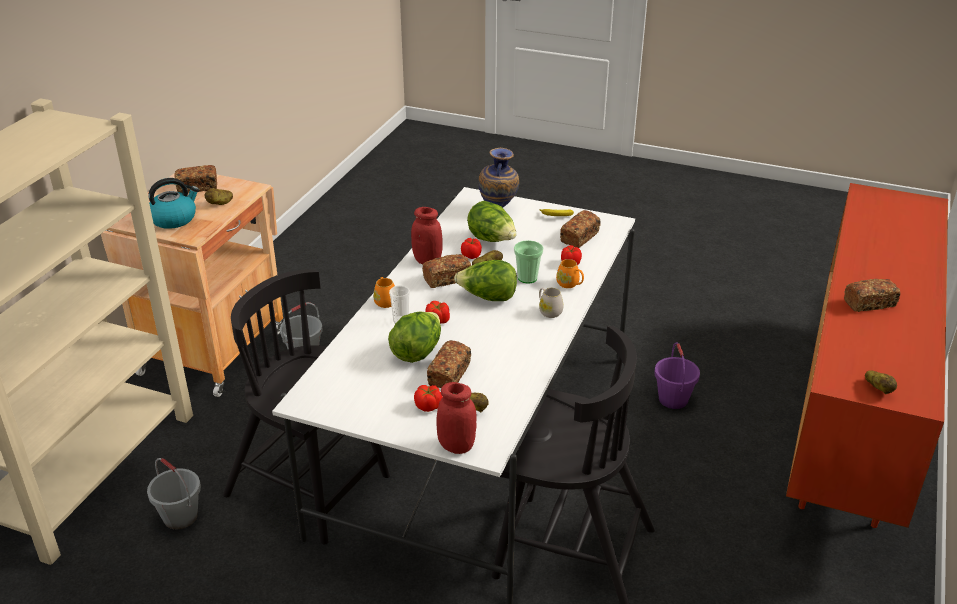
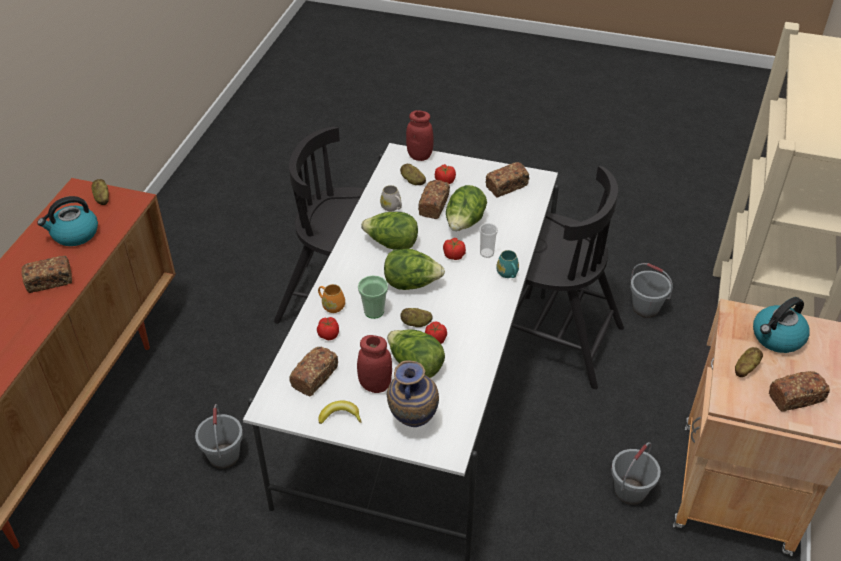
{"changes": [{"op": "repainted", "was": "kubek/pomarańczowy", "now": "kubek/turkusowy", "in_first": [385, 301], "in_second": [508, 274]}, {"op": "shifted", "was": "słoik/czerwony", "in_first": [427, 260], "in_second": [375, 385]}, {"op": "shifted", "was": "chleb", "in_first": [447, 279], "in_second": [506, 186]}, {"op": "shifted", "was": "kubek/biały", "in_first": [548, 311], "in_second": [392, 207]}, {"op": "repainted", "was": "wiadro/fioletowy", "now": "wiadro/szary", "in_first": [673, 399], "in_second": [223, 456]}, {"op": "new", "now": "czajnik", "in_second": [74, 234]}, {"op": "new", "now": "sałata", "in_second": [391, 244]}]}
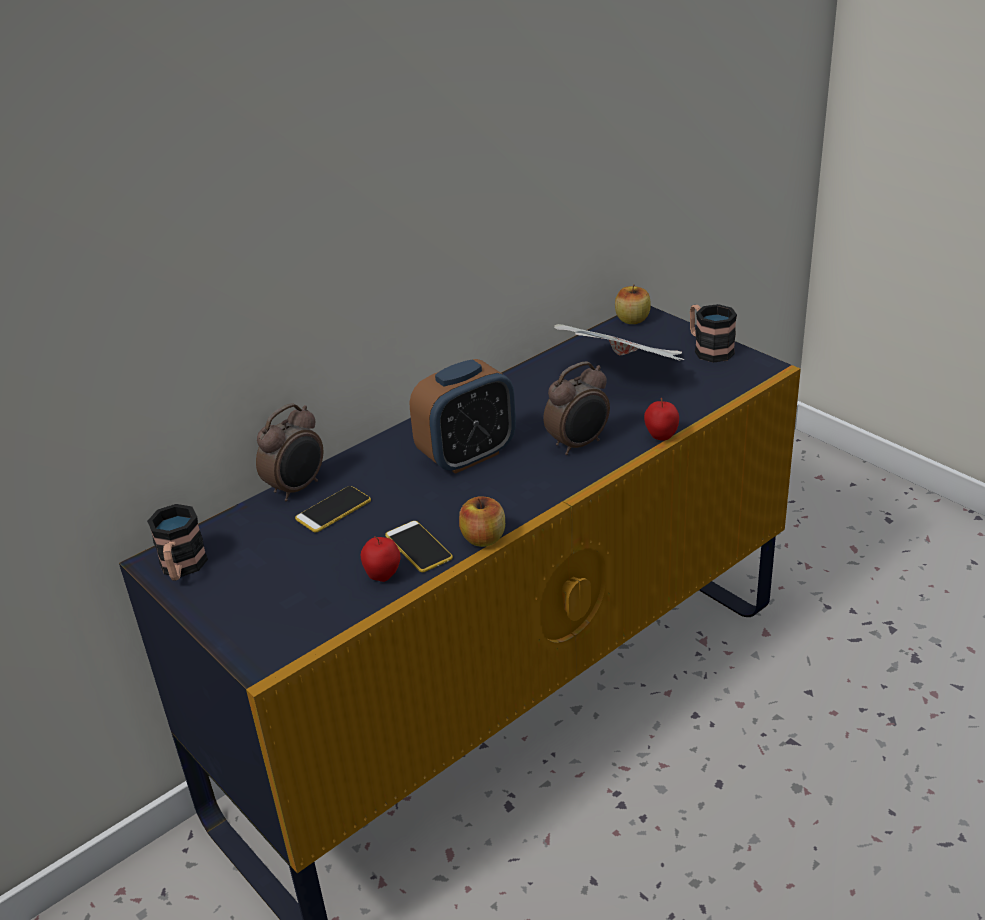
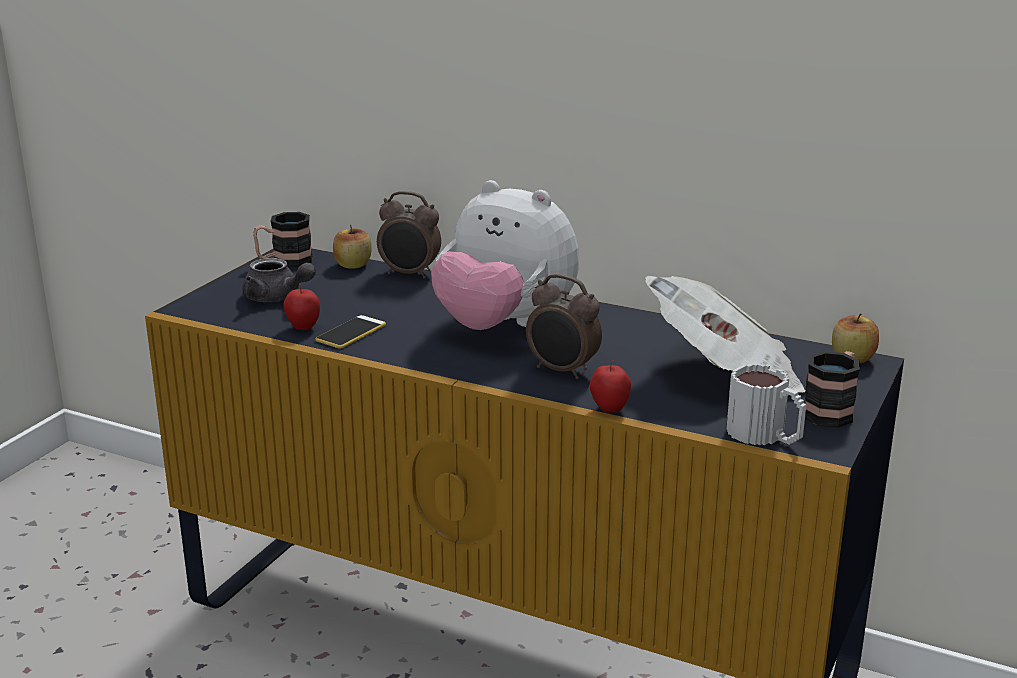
{"changes": [{"op": "gone", "was": "telefon", "in_first": [333, 510]}, {"op": "swapped", "was": "budzik", "now": "pluszak", "in_first": [467, 456], "in_second": [504, 326]}, {"op": "shifted", "was": "jabłko", "in_first": [483, 538], "in_second": [353, 265]}, {"op": "new", "now": "imbryk/szary", "in_second": [277, 298]}, {"op": "new", "now": "kubek", "in_second": [765, 436]}]}
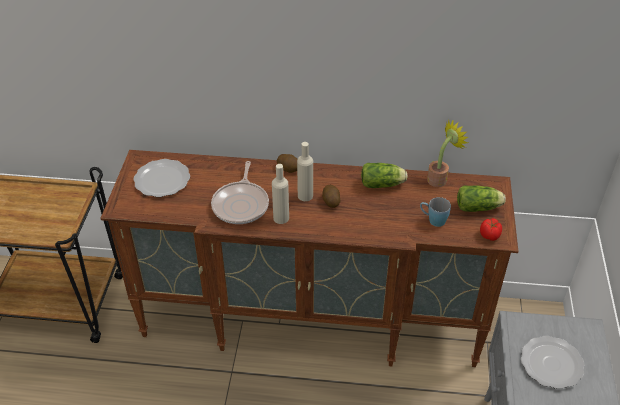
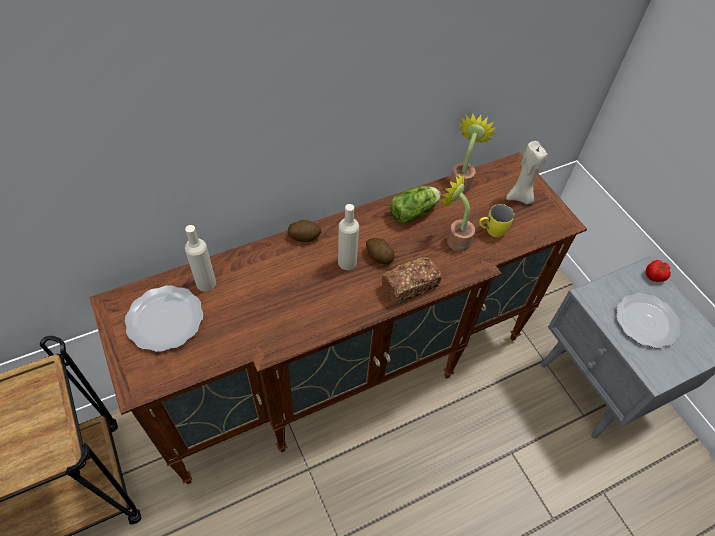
{"changes": [{"op": "gone", "was": "patelnia", "in_first": [241, 204]}, {"op": "shifted", "was": "butelka/beżowy", "in_first": [281, 218], "in_second": [206, 283]}, {"op": "repainted", "was": "kubek/niebieski", "now": "kubek/żółty", "in_first": [433, 220], "in_second": [491, 231]}, {"op": "swapped", "was": "sałata", "now": "świeca/beżowy", "in_first": [479, 207], "in_second": [520, 197]}, {"op": "shifted", "was": "pomidor", "in_first": [490, 236], "in_second": [654, 276]}, {"op": "new", "now": "chleb", "in_second": [409, 286]}, {"op": "new", "now": "roślina doniczkowa", "in_second": [454, 239]}]}
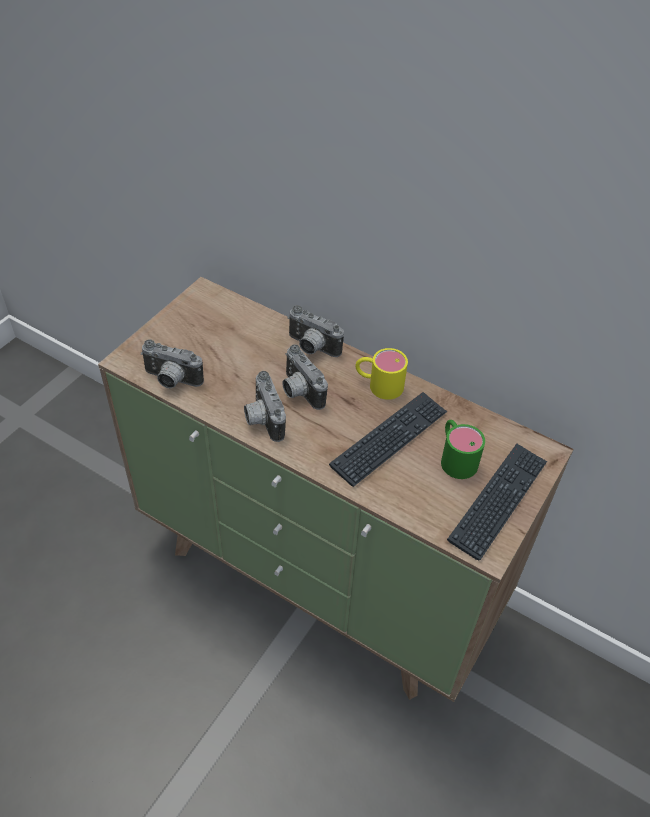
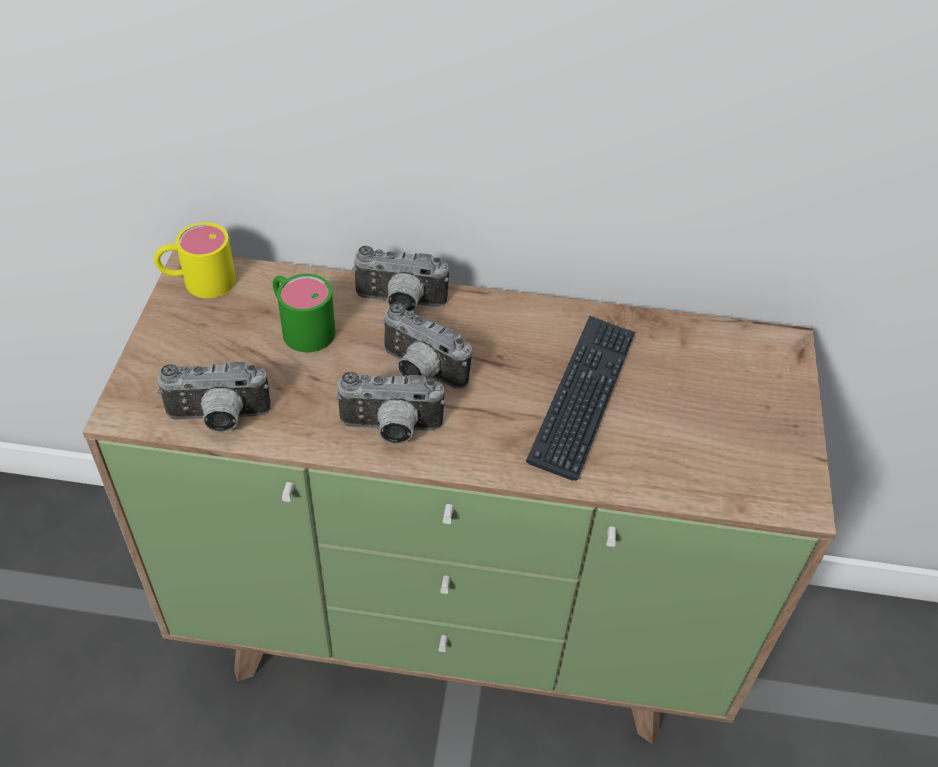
{"changes": [{"op": "rotated", "was": "aparat fotograficzny", "in_first": [262, 419], "in_second": [390, 430], "clockwise": -45}, {"op": "shifted", "was": "kubek/żółty", "in_first": [378, 384], "in_second": [198, 281]}, {"op": "shifted", "was": "kubek/zielony", "in_first": [455, 457], "in_second": [301, 326]}, {"op": "gone", "was": "klawiatura", "in_first": [498, 501]}]}
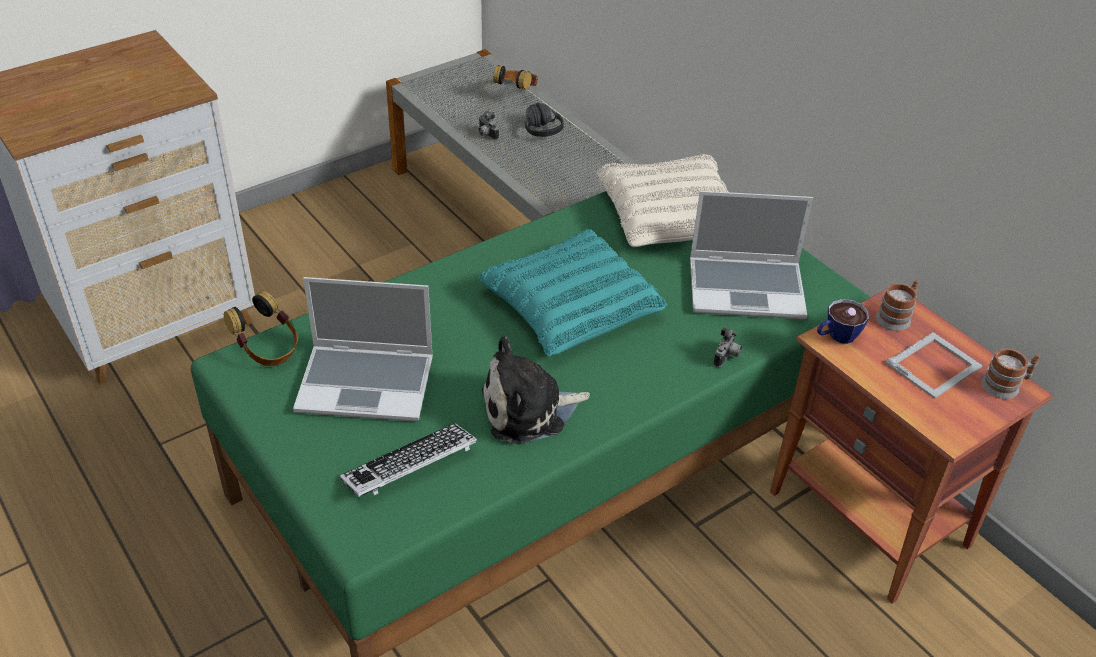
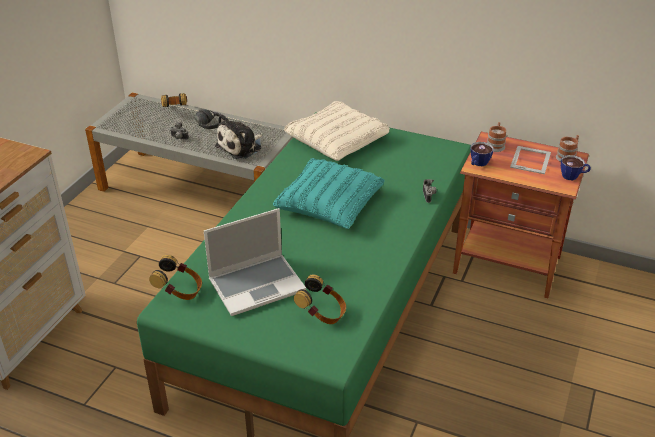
{"changes": [{"op": "swapped", "was": "klawiatura", "now": "słuchawki", "in_first": [410, 466], "in_second": [322, 314]}, {"op": "shifted", "was": "pluszak", "in_first": [529, 410], "in_second": [241, 147]}, {"op": "gone", "was": "laptop", "in_first": [747, 289]}, {"op": "new", "now": "filiżanka", "in_second": [573, 176]}]}
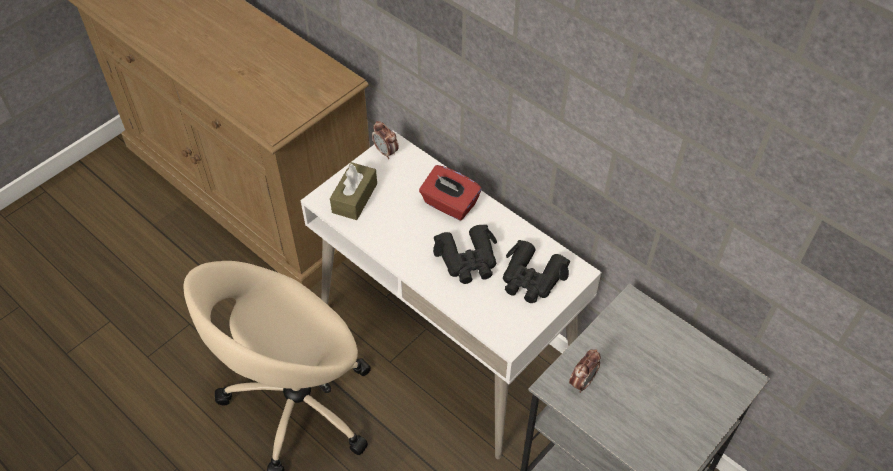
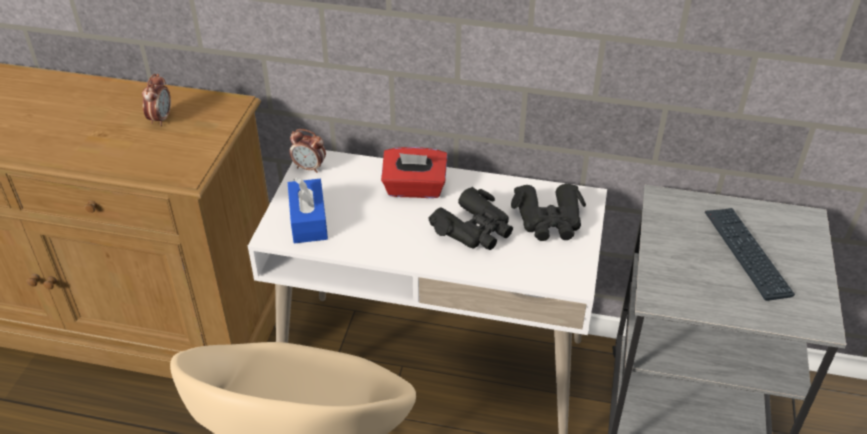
{"changes": [{"op": "repainted", "was": "pudełko chusteczek/brązowy", "now": "pudełko chusteczek/niebieski", "in_first": [354, 198], "in_second": [308, 220]}, {"op": "shifted", "was": "budzik", "in_first": [582, 381], "in_second": [161, 119]}, {"op": "new", "now": "klawiatura", "in_second": [746, 254]}]}
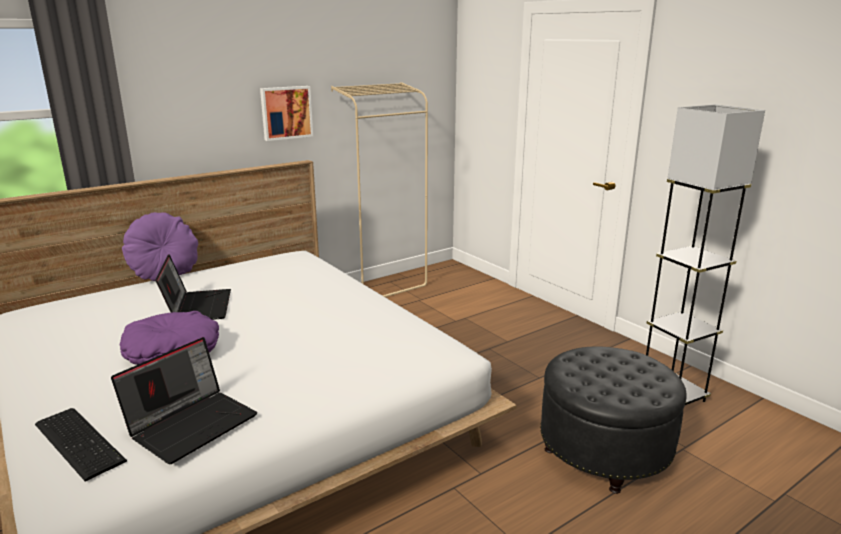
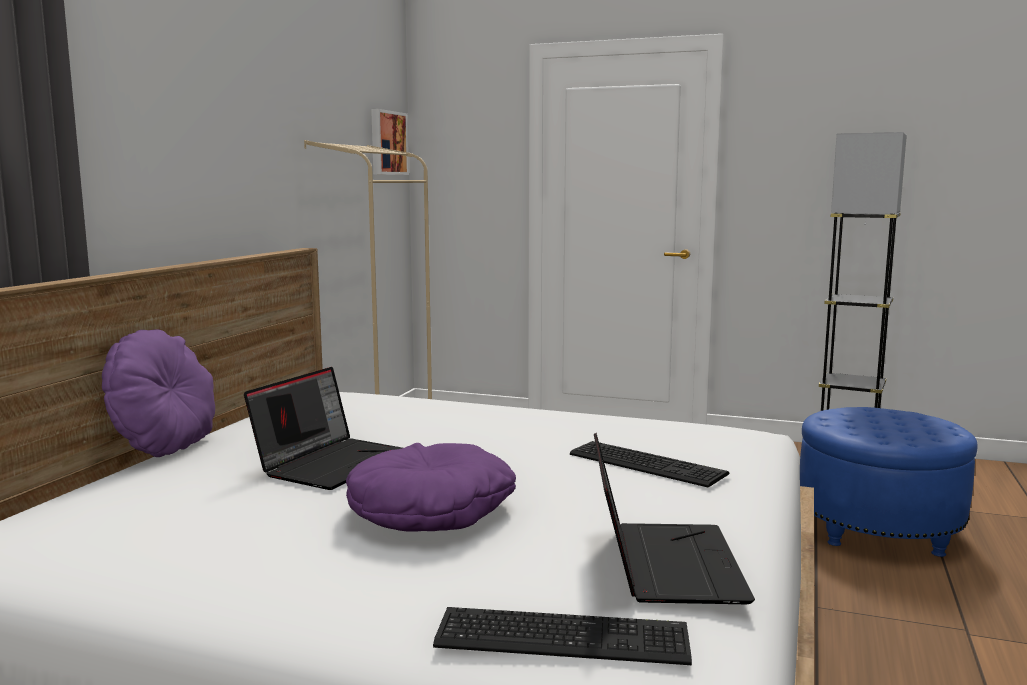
{"changes": [{"op": "rotated", "was": "laptop", "in_first": [198, 306], "in_second": [332, 463], "clockwise": 75}, {"op": "shifted", "was": "obraz", "in_first": [286, 112], "in_second": [387, 143]}, {"op": "repainted", "was": "pufa/czarny", "now": "pufa/niebieski", "in_first": [604, 452], "in_second": [878, 529]}, {"op": "new", "now": "klawiatura", "in_second": [646, 463]}]}
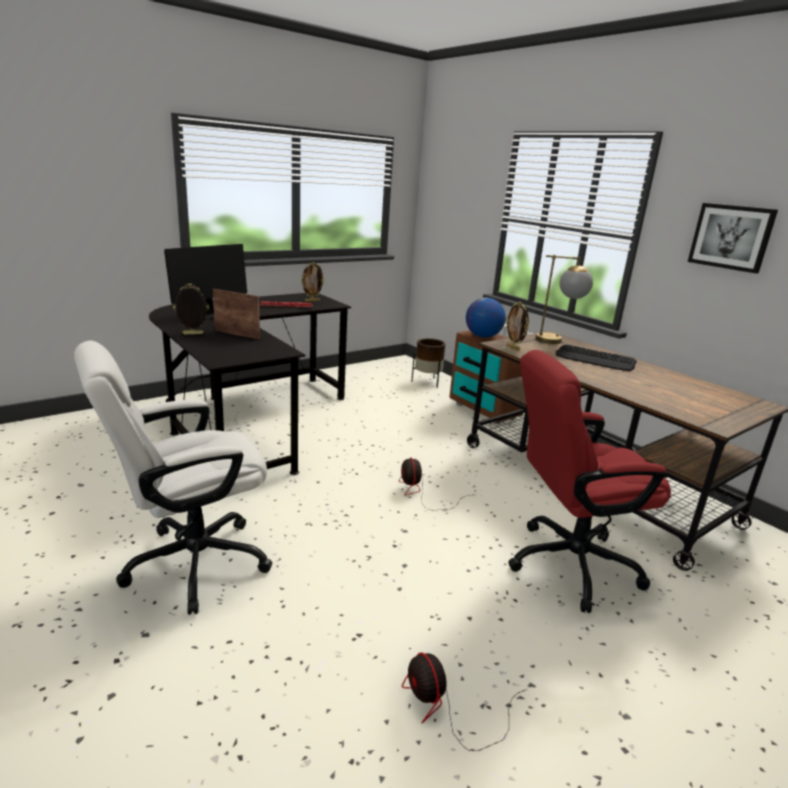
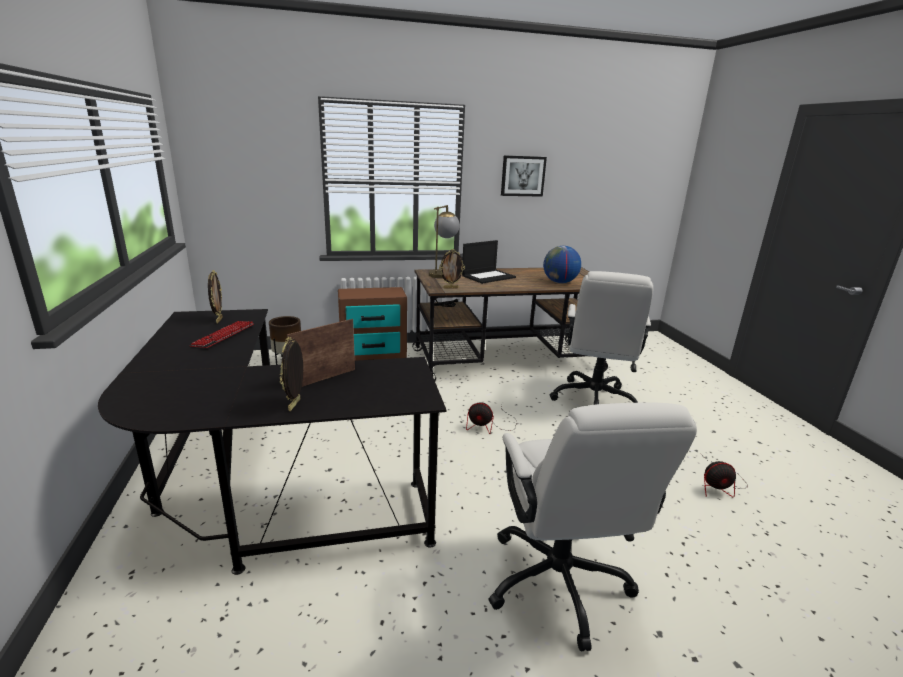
{"changes": [{"op": "gone", "was": "monitor", "in_first": [208, 315]}, {"op": "shifted", "was": "globus", "in_first": [482, 336], "in_second": [559, 282]}, {"op": "repainted", "was": "krzesło biurowe/czerwony", "now": "krzesło biurowe/biały", "in_first": [566, 566], "in_second": [594, 402]}, {"op": "swapped", "was": "klawiatura", "now": "laptop", "in_first": [595, 359], "in_second": [488, 276]}]}
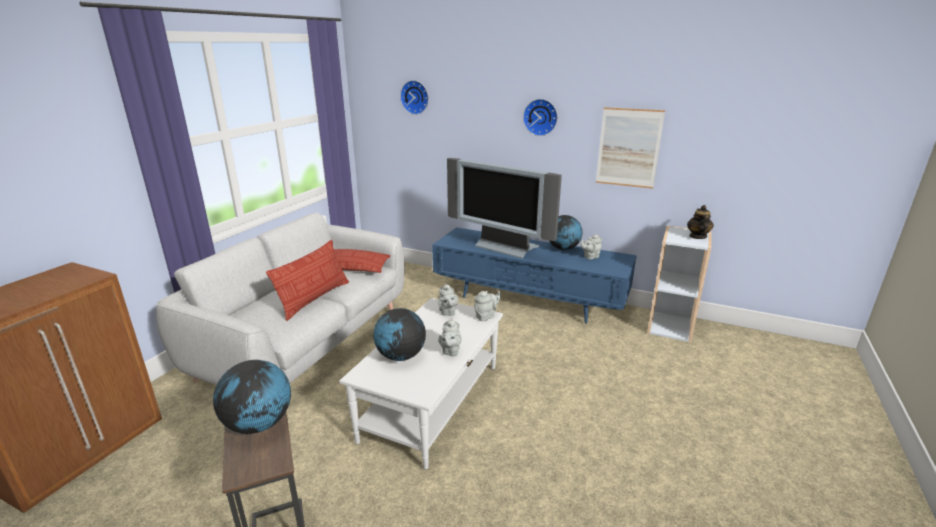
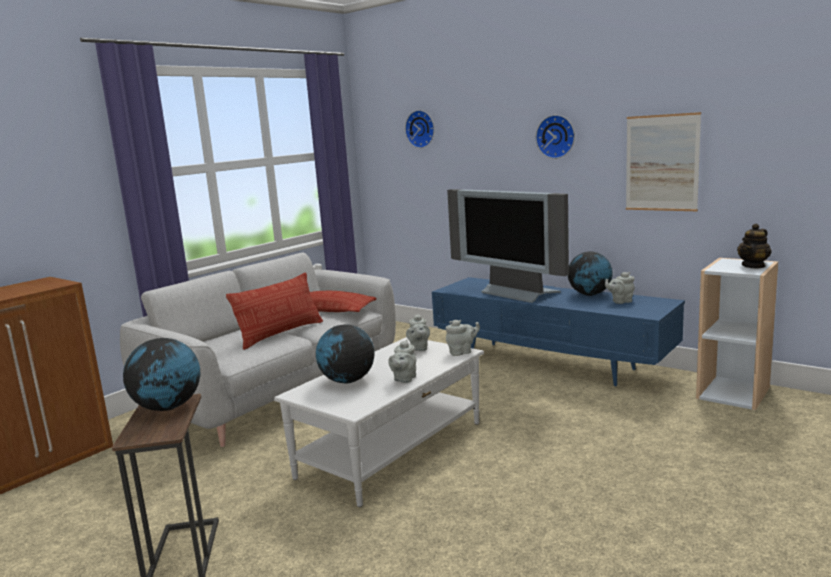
{"changes": [{"op": "rotated", "was": "imbryk", "in_first": [697, 236], "in_second": [753, 266], "clockwise": -150}]}
